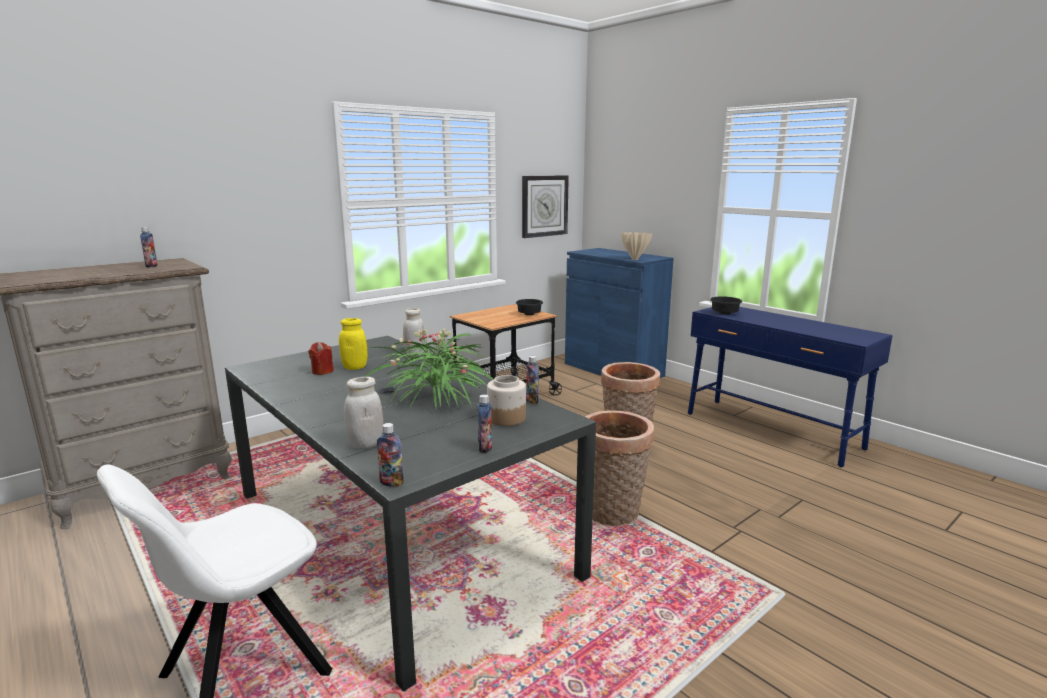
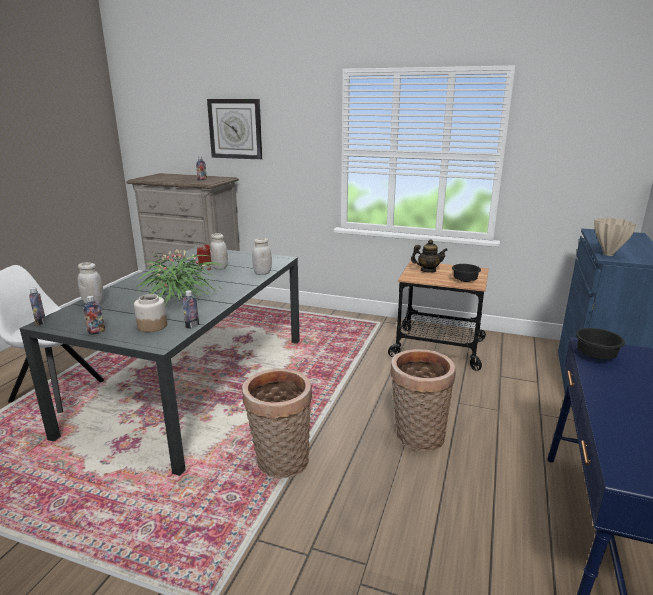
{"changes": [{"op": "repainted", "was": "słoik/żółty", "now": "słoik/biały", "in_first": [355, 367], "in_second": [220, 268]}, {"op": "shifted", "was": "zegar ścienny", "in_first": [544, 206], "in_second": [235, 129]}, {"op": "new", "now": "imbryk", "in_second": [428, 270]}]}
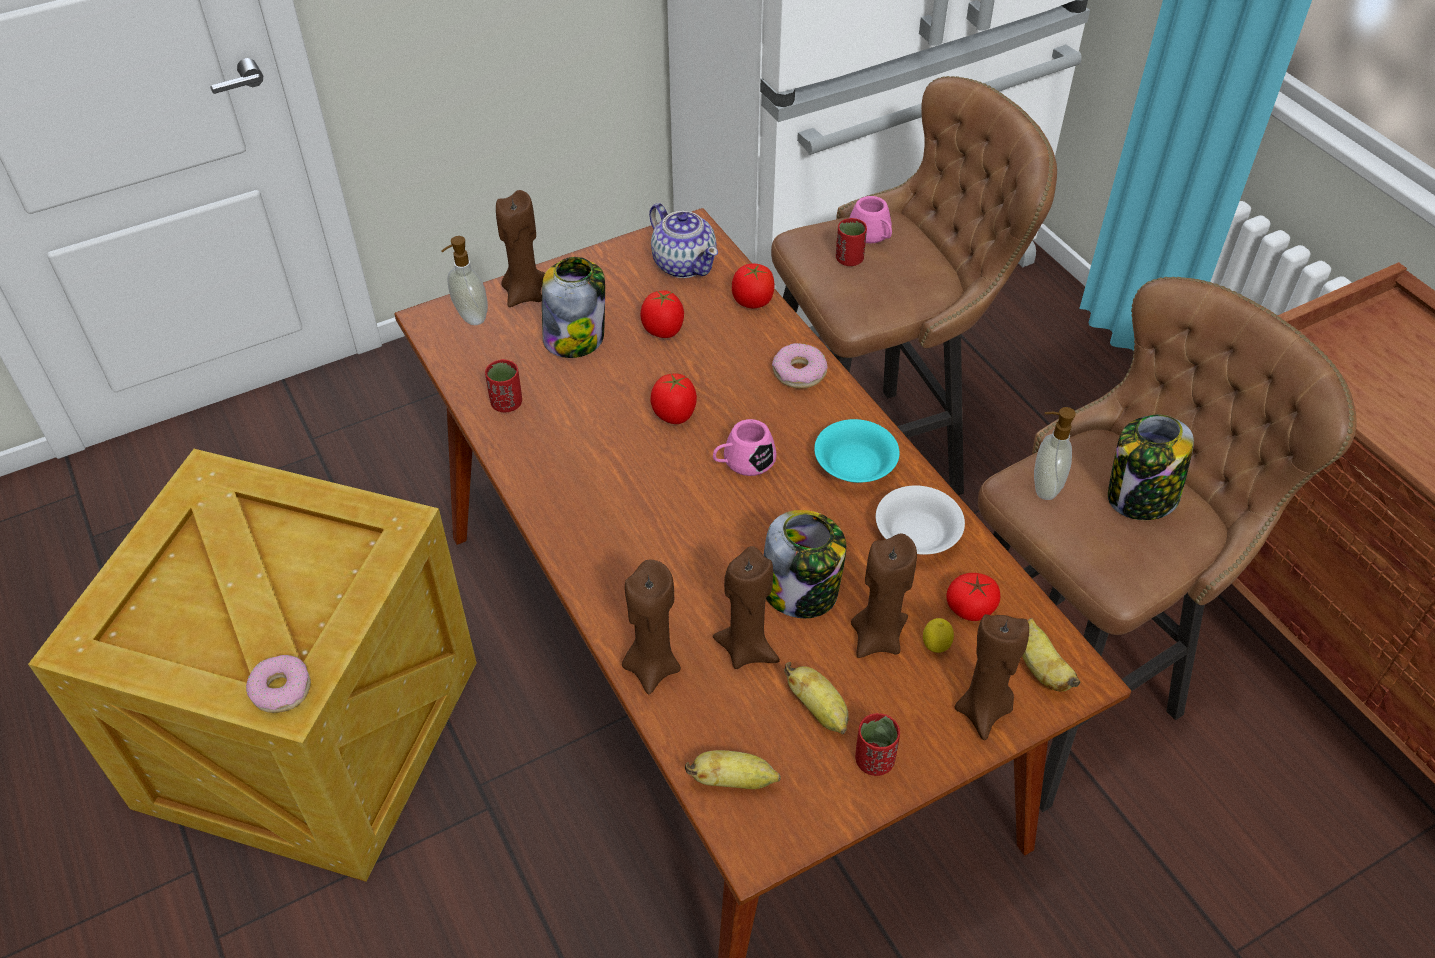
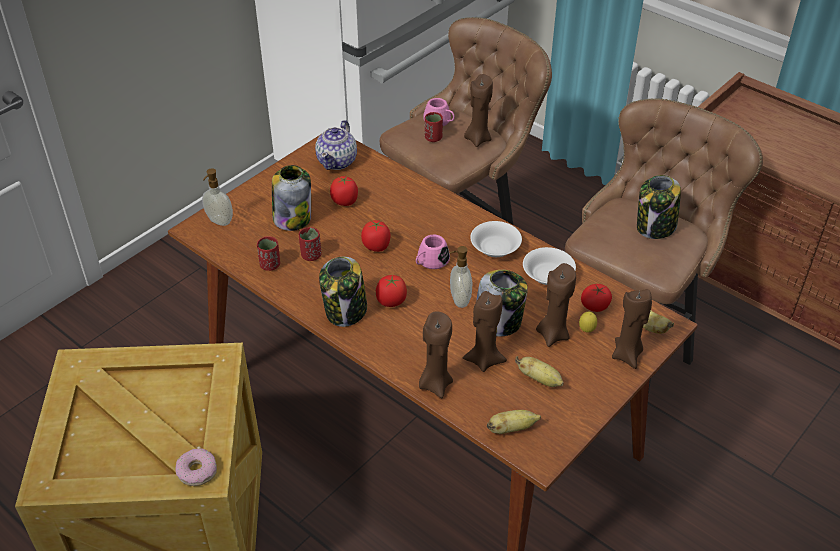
{"changes": [{"op": "shifted", "was": "świeca/brązowy", "in_first": [524, 294], "in_second": [477, 139]}, {"op": "rotated", "was": "imbryk", "in_first": [684, 263], "in_second": [337, 161], "clockwise": 75}, {"op": "shifted", "was": "pomidor", "in_first": [752, 302], "in_second": [391, 301]}, {"op": "gone", "was": "donut", "in_first": [799, 372]}, {"op": "repainted", "was": "miska/turkusowy", "now": "miska/biały", "in_first": [855, 465], "in_second": [495, 248]}, {"op": "shifted", "was": "filiżanka/czerwony", "in_first": [874, 760], "in_second": [311, 255]}, {"op": "shifted", "was": "dozownik mydła", "in_first": [1044, 486], "in_second": [459, 300]}, {"op": "new", "now": "słoik", "in_second": [345, 311]}]}
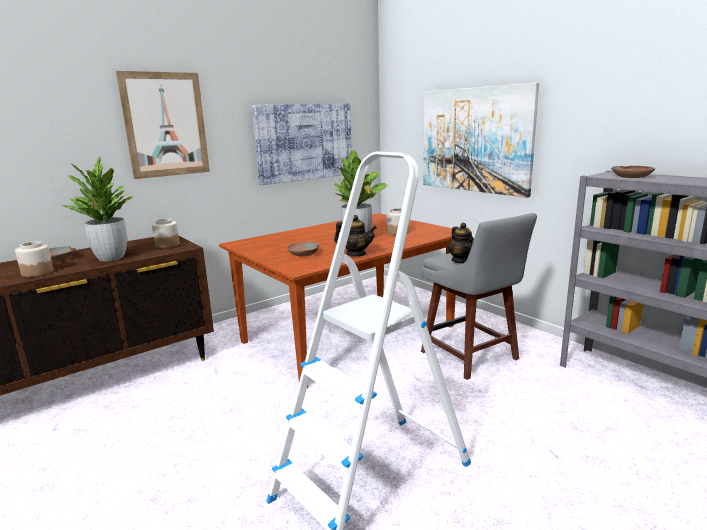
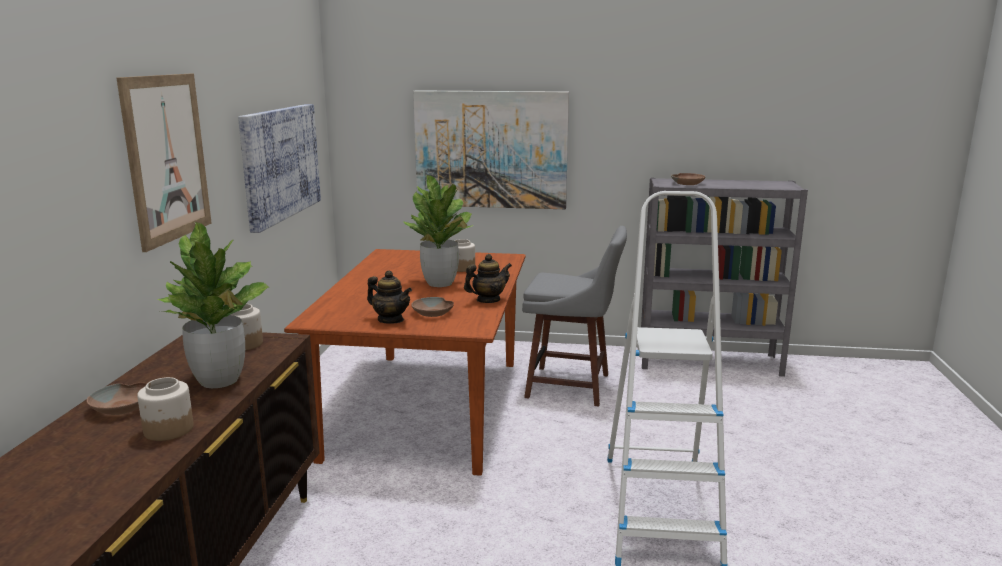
{"changes": [{"op": "shifted", "was": "imbryk", "in_first": [461, 261], "in_second": [390, 320]}]}
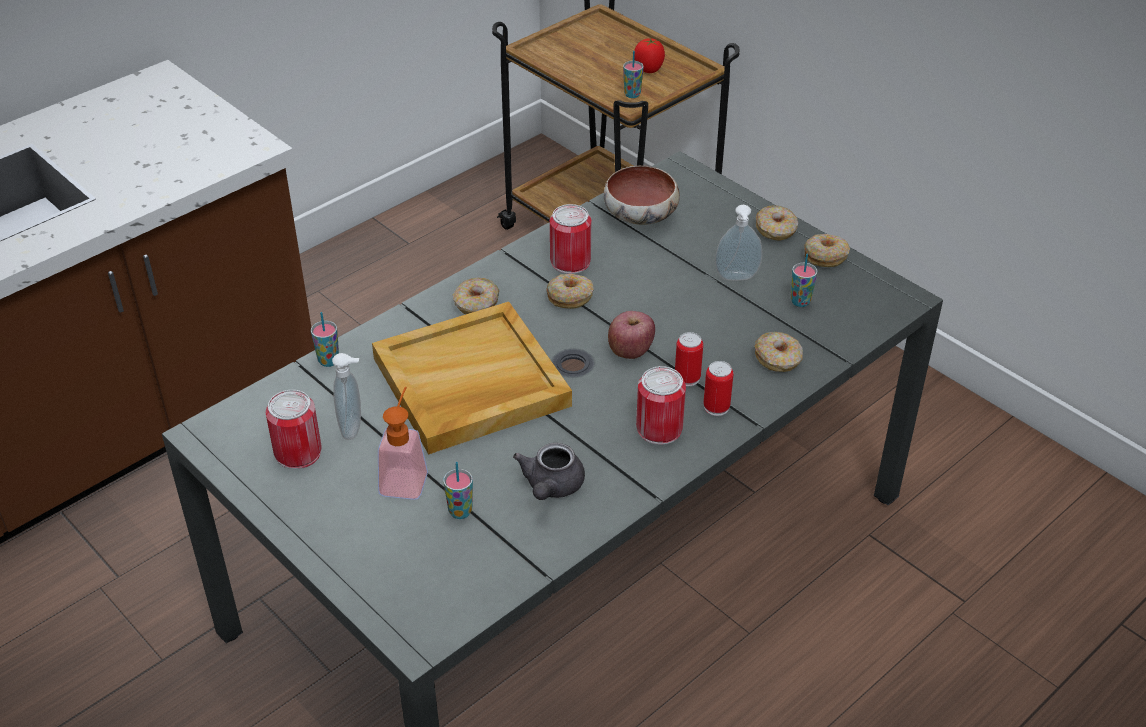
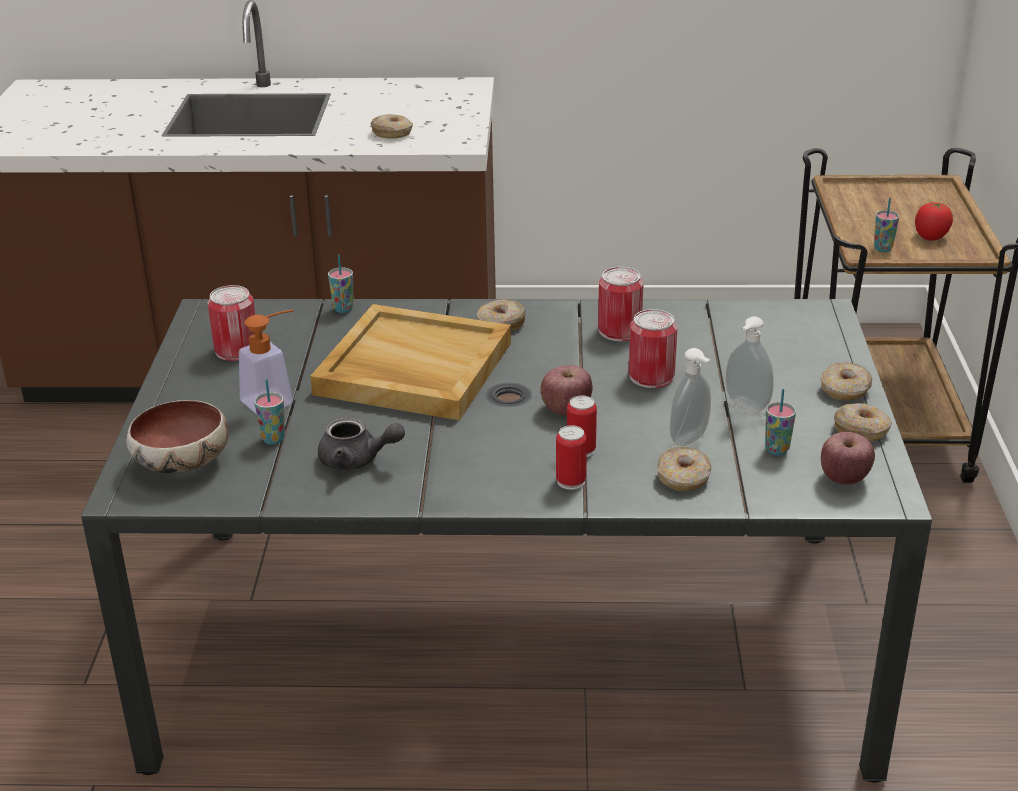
{"changes": [{"op": "shifted", "was": "dozownik mydła", "in_first": [354, 428], "in_second": [691, 440]}, {"op": "rotated", "was": "imbryk/szary", "in_first": [551, 487], "in_second": [357, 460], "clockwise": -135}, {"op": "shifted", "was": "donut", "in_first": [570, 297], "in_second": [392, 133]}, {"op": "shifted", "was": "miska", "in_first": [641, 216], "in_second": [181, 464]}, {"op": "shifted", "was": "puszka", "in_first": [659, 428], "in_second": [651, 376]}, {"op": "new", "now": "jabłko", "in_second": [844, 479]}]}
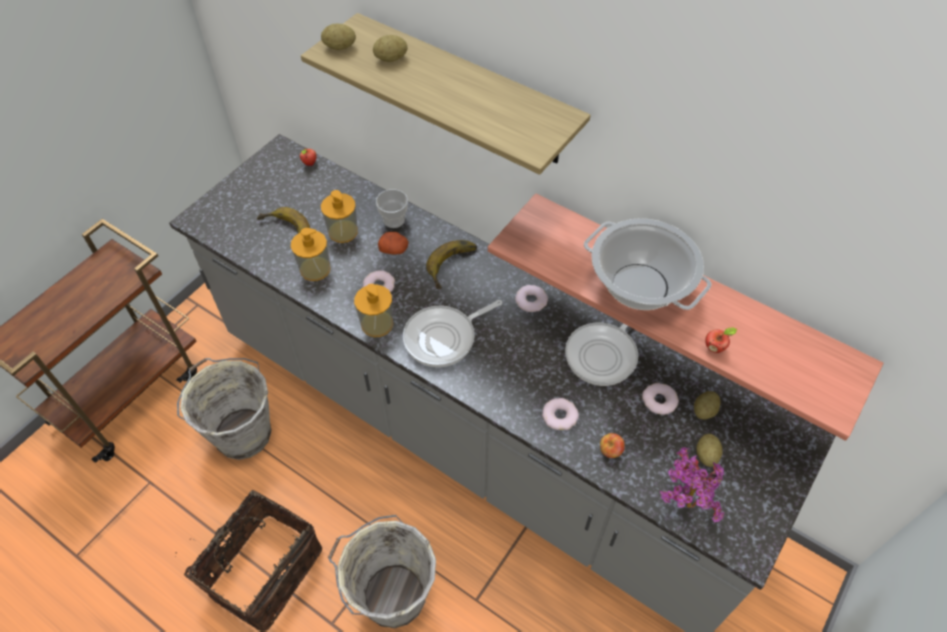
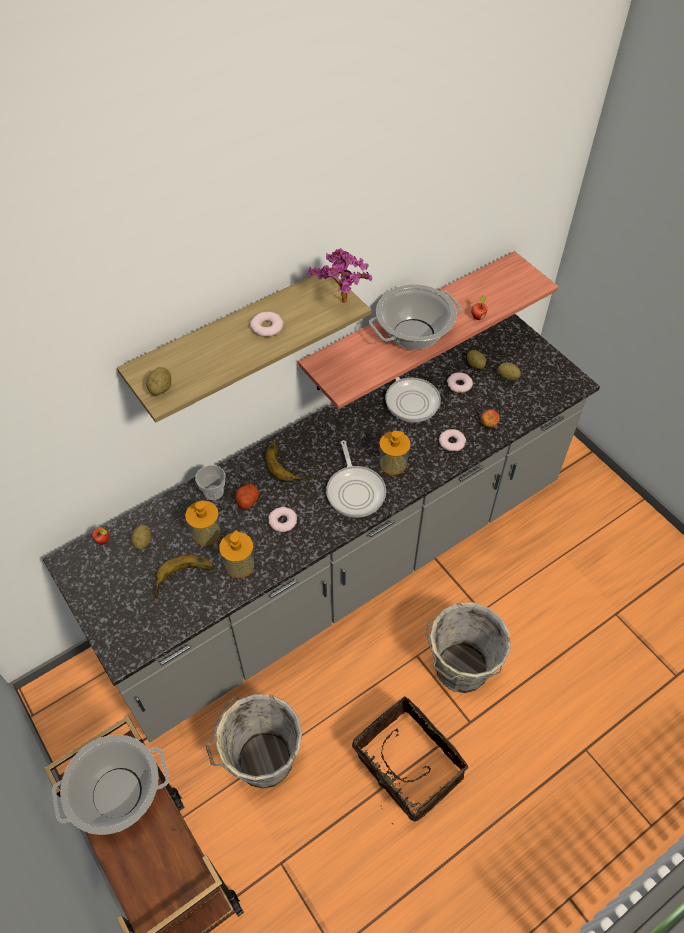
{"changes": [{"op": "shifted", "was": "dozownik mydła", "in_first": [377, 323], "in_second": [393, 464]}, {"op": "shifted", "was": "ziemniak", "in_first": [391, 59], "in_second": [143, 542]}, {"op": "shifted", "was": "donut", "in_first": [531, 301], "in_second": [267, 327]}, {"op": "shifted", "was": "roślina doniczkowa", "in_first": [683, 506], "in_second": [342, 305]}, {"op": "new", "now": "garnek", "in_second": [118, 792]}]}
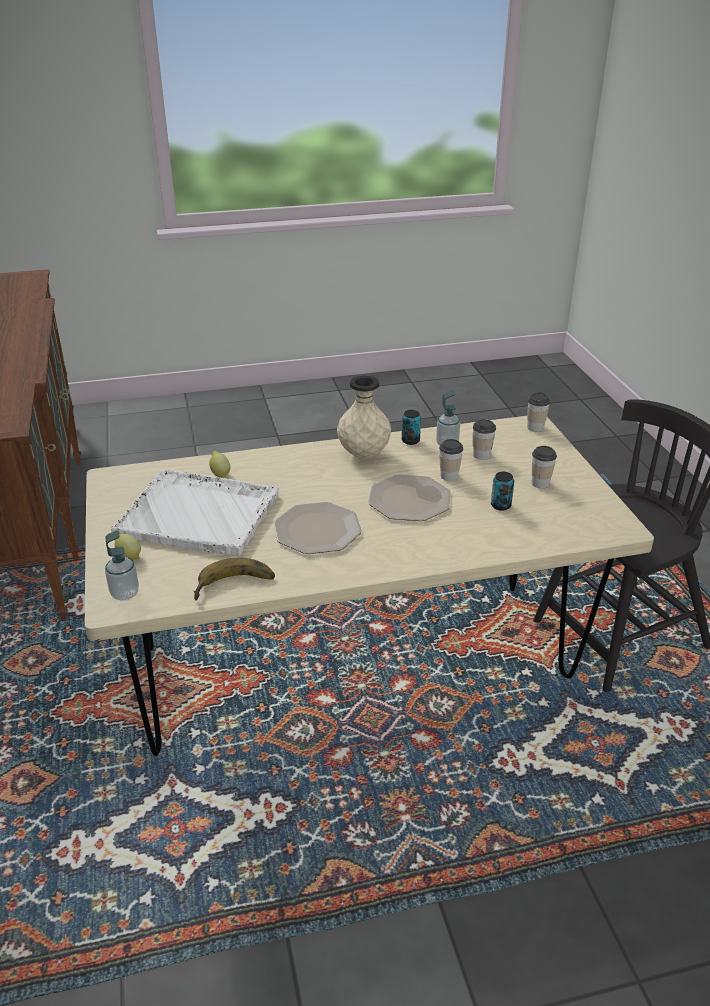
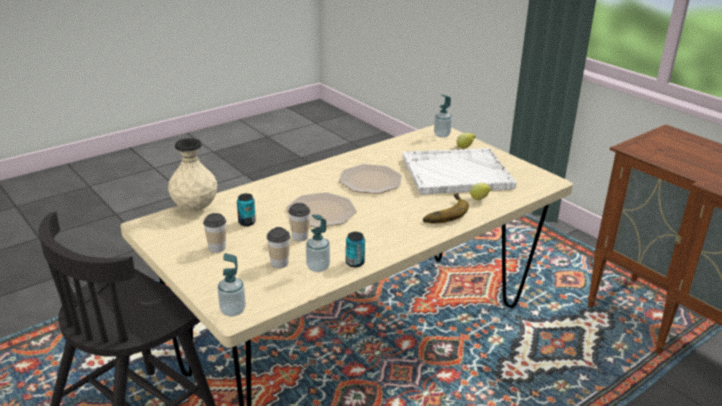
{"changes": [{"op": "shifted", "was": "banan", "in_first": [235, 587], "in_second": [442, 212]}, {"op": "shifted", "was": "wazon/beżowy", "in_first": [364, 454], "in_second": [195, 209]}, {"op": "swapped", "was": "filiżanka", "now": "dozownik mydła", "in_first": [535, 427], "in_second": [233, 311]}]}
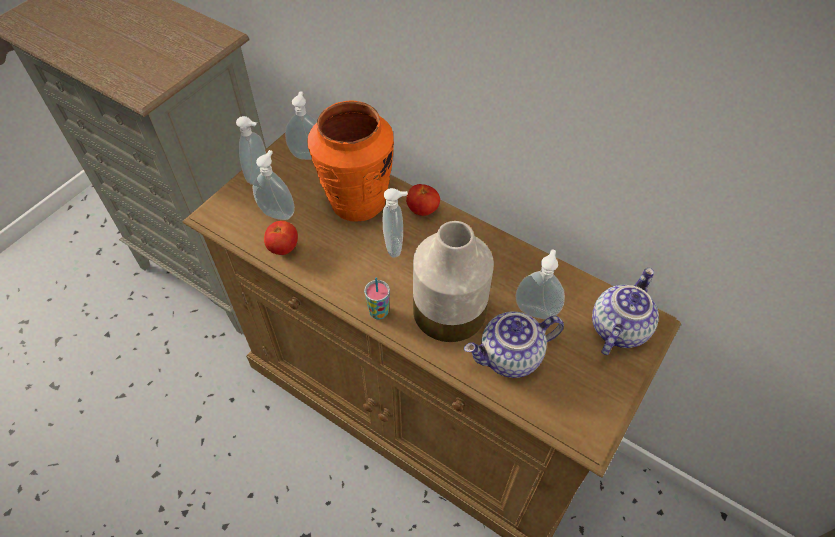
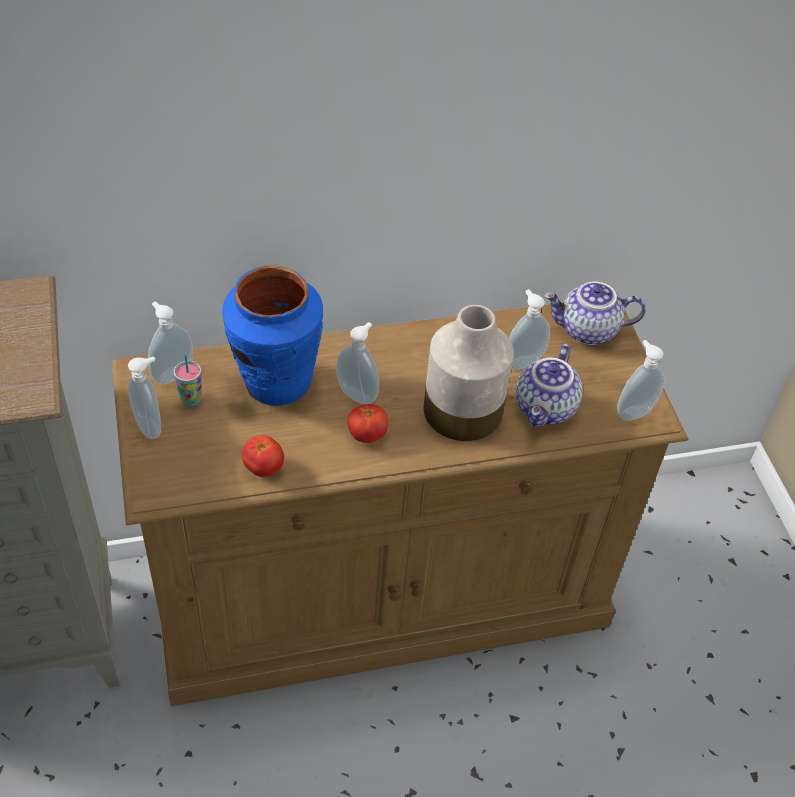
{"changes": [{"op": "shifted", "was": "dozownik mydła", "in_first": [278, 212], "in_second": [633, 411]}, {"op": "repainted", "was": "wazon/pomarańczowy", "now": "wazon/niebieski", "in_first": [357, 202], "in_second": [276, 382]}, {"op": "shifted", "was": "filiżanka", "in_first": [378, 312], "in_second": [191, 399]}, {"op": "shifted", "was": "pomidor", "in_first": [422, 210], "in_second": [367, 435]}, {"op": "rotated", "was": "imbryk", "in_first": [617, 327], "in_second": [587, 331], "clockwise": -75}]}
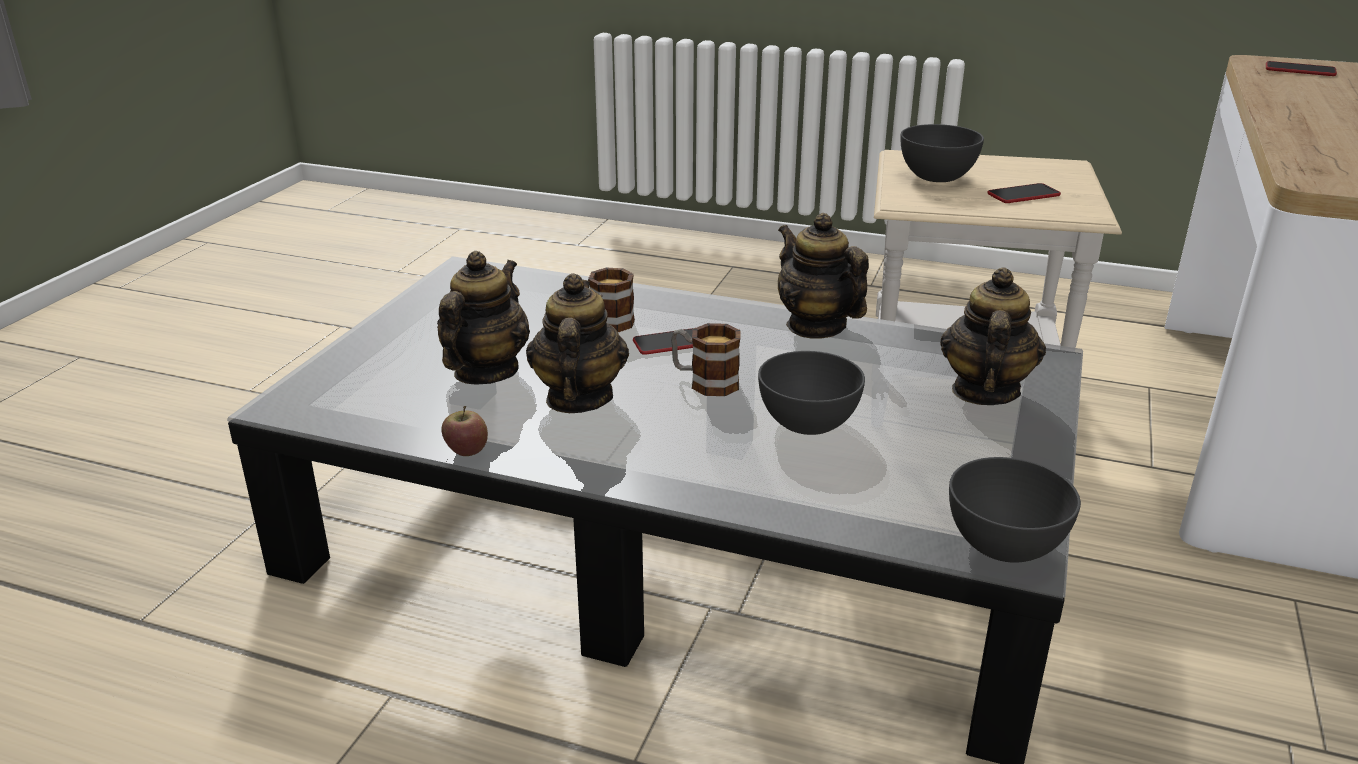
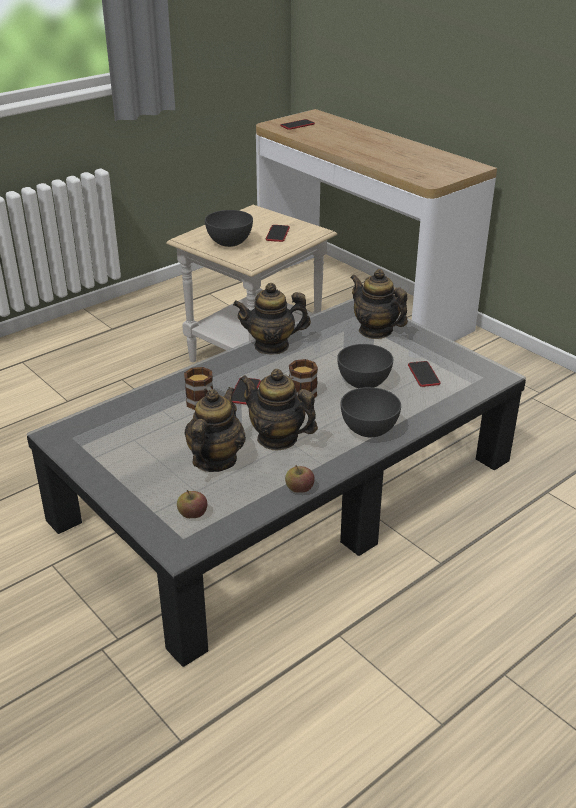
{"changes": [{"op": "rotated", "was": "imbryk", "in_first": [485, 371], "in_second": [215, 460], "clockwise": 60}, {"op": "shifted", "was": "miska/szary", "in_first": [1005, 546], "in_second": [369, 430]}, {"op": "new", "now": "jabłko", "in_second": [192, 514]}, {"op": "new", "now": "telefon", "in_second": [423, 374]}]}
